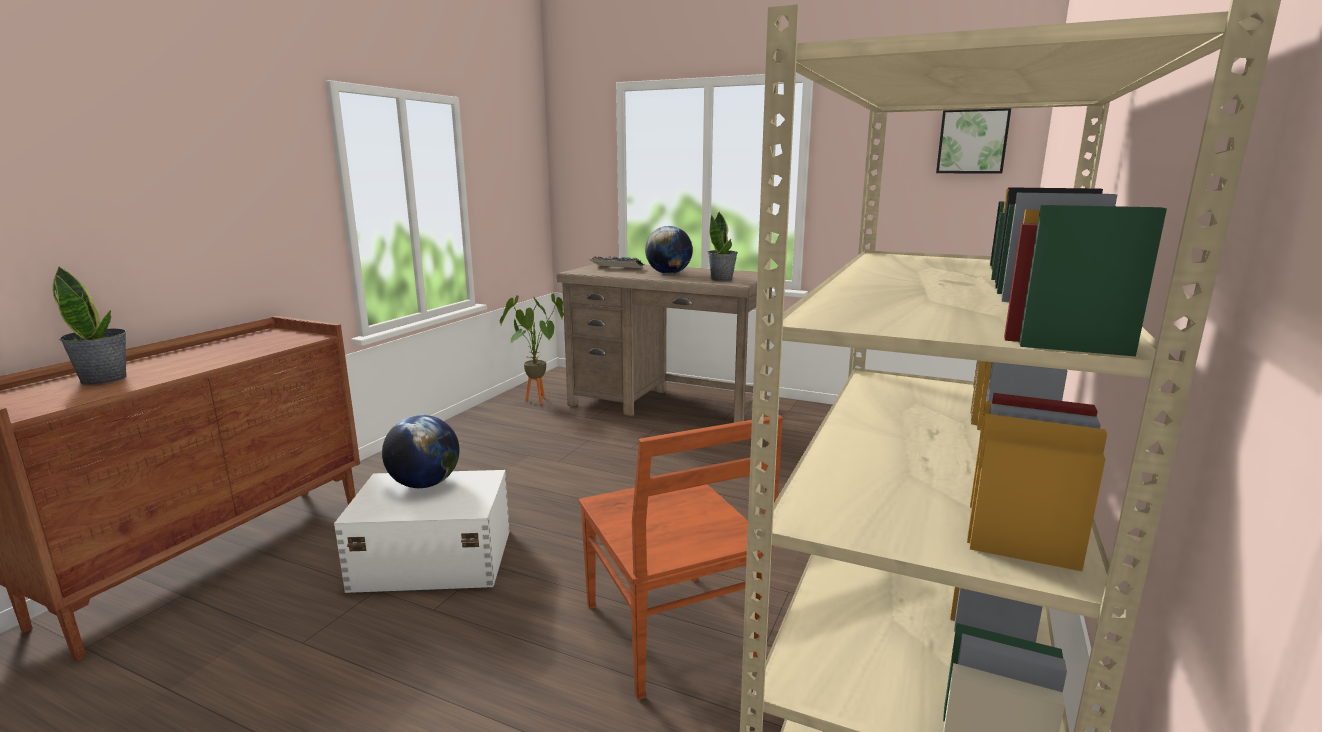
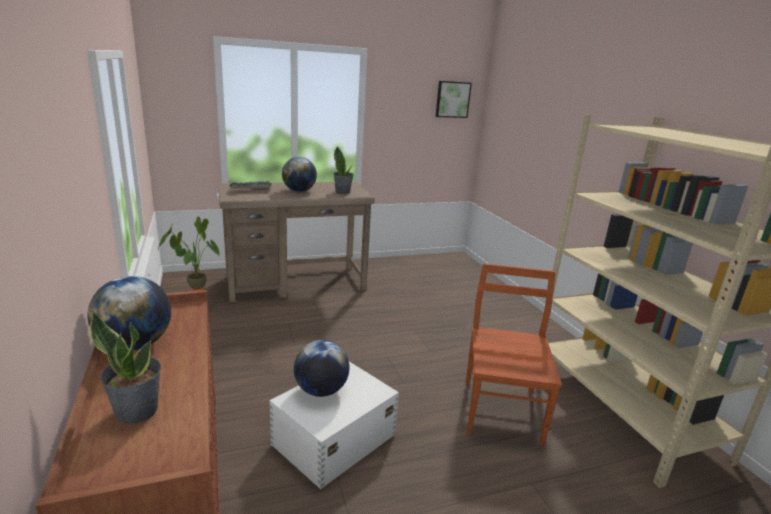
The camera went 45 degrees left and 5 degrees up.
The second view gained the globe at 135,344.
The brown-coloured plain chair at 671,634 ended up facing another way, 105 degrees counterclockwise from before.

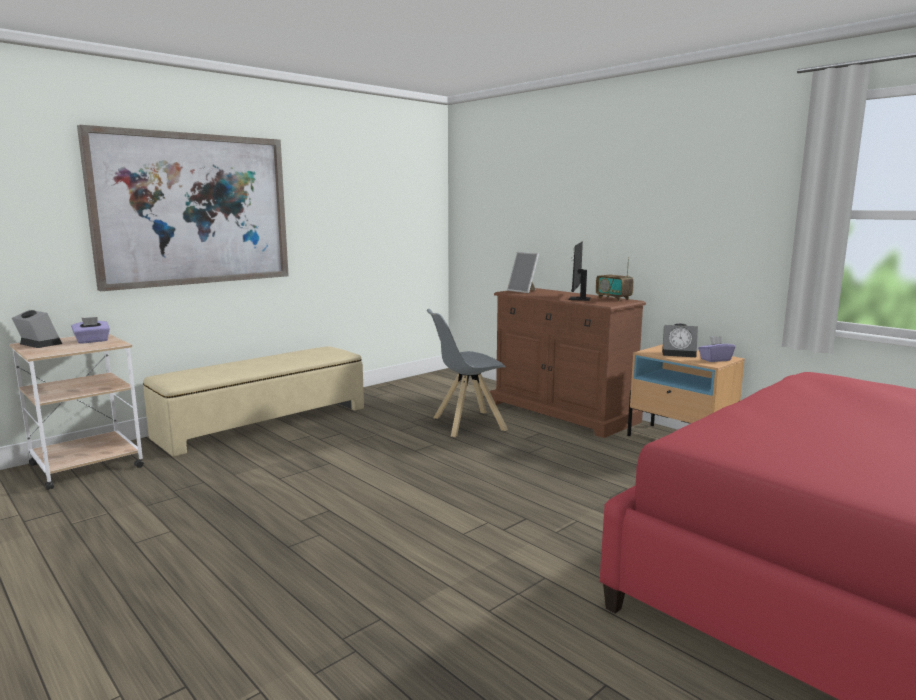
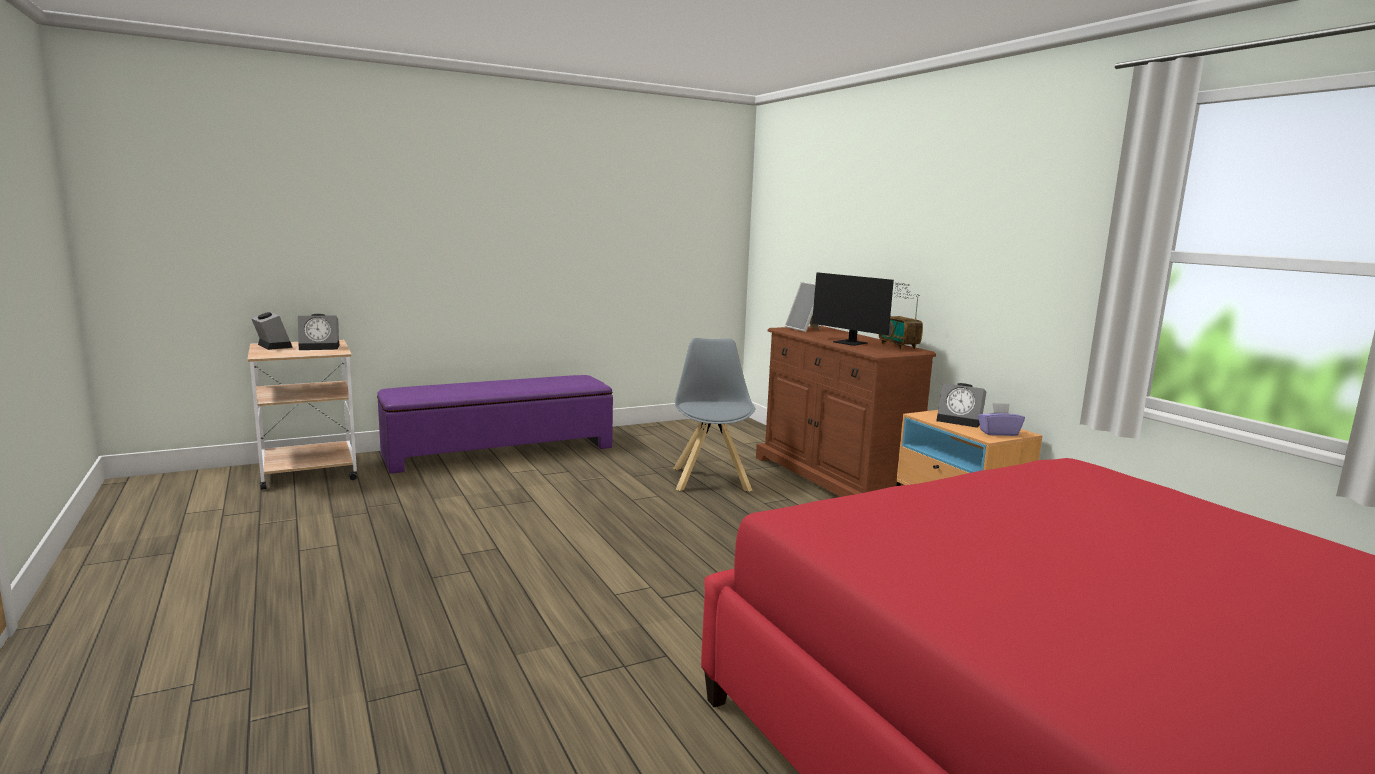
The camera went 15 degrees right and 0 degrees up.
The second view lost the wall picture at 193,209.
Where the purple-coloured tissue holder stood at 92,341, the bedside clock came to stand at 321,347.
What was the sand-coloured indoor bench at 264,422 turned into the purple-coloured indoor bench at 500,450.
The grey plain chair at 466,424 ended up facing another way, 90 degrees clockwise from before.
The computer display at 578,299 ended up facing another way, 75 degrees counterclockwise from before.

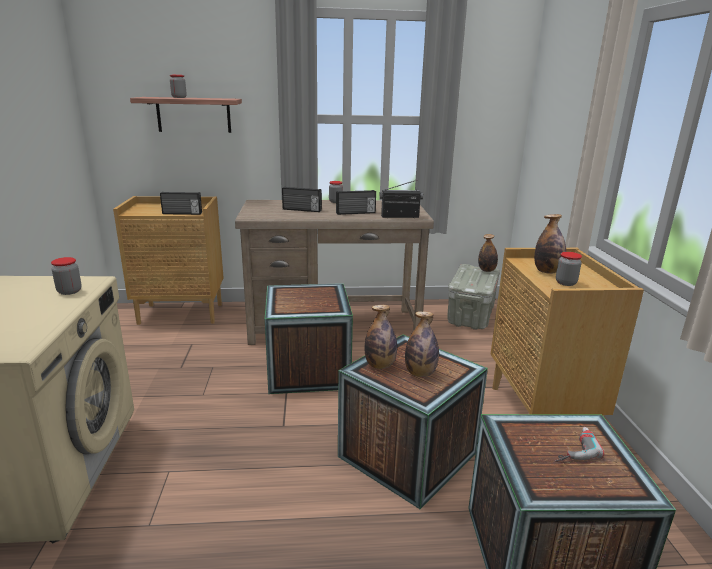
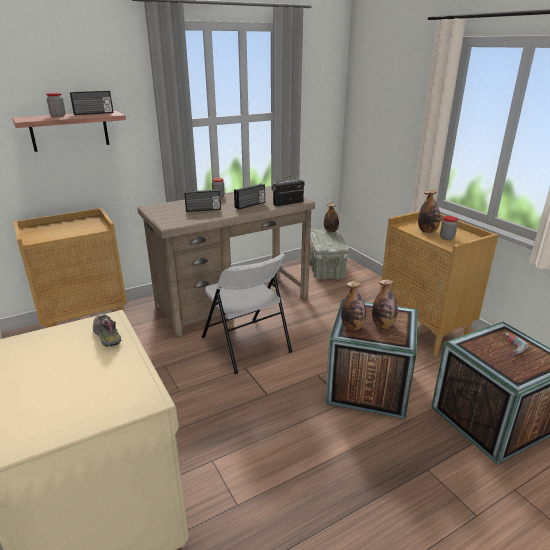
The camera went 25 degrees left and 5 degrees up.
The radio receiver ended up elsewhere, having gone from 182,213 to 93,113.
Where the preserve jar stood at 69,291, the shoe came to stand at 106,334.
Where the crate stood at 308,370, the whitish plain chair came to stand at 245,344.

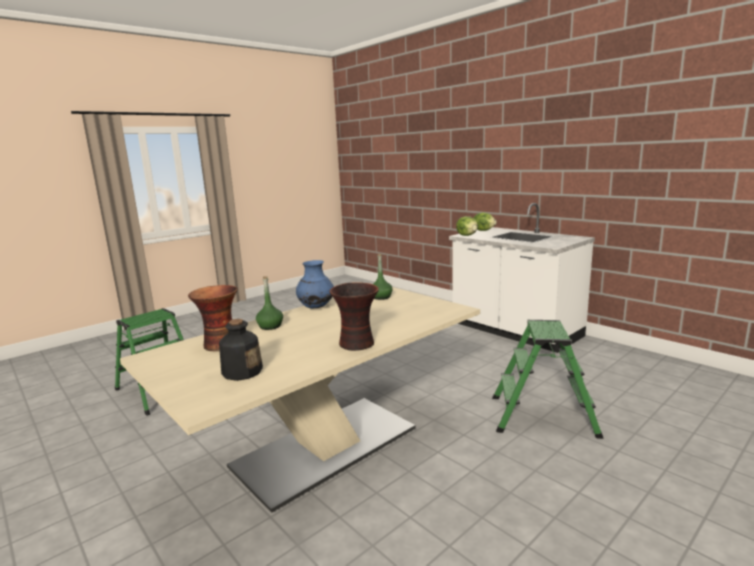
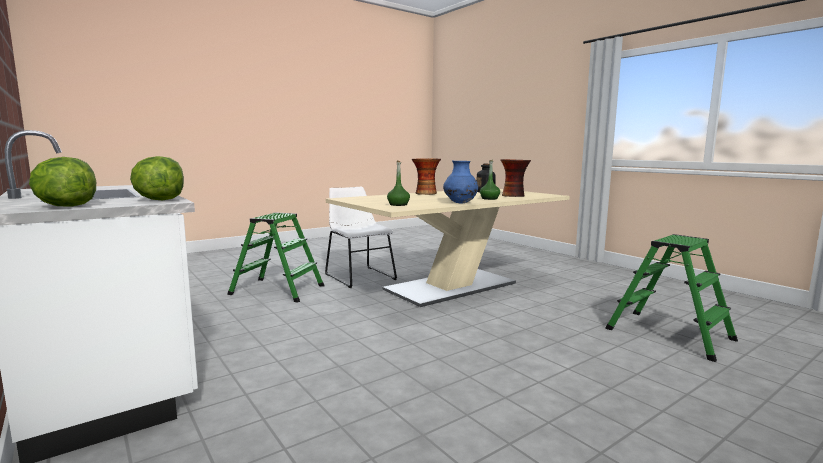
The camera went 175 degrees left and 5 degrees down.
The second view gained the whitish plain chair at 358,276.

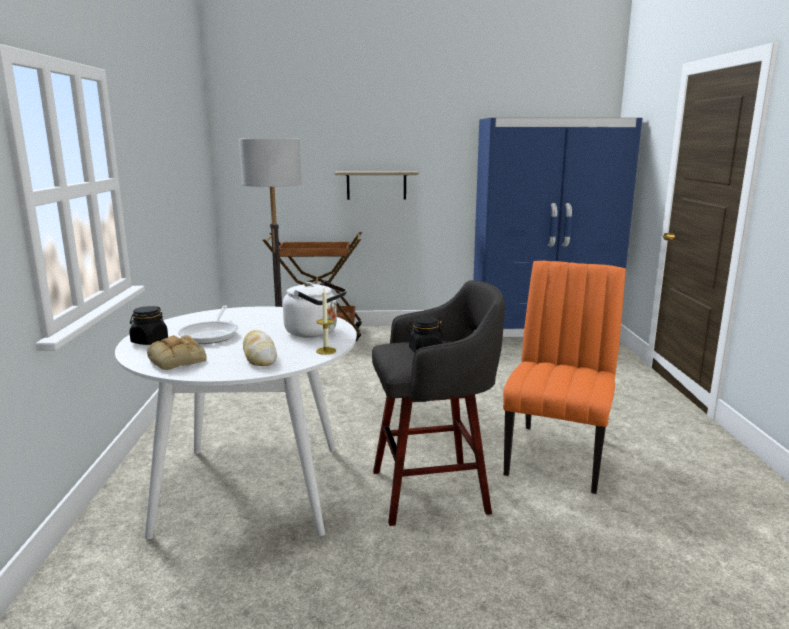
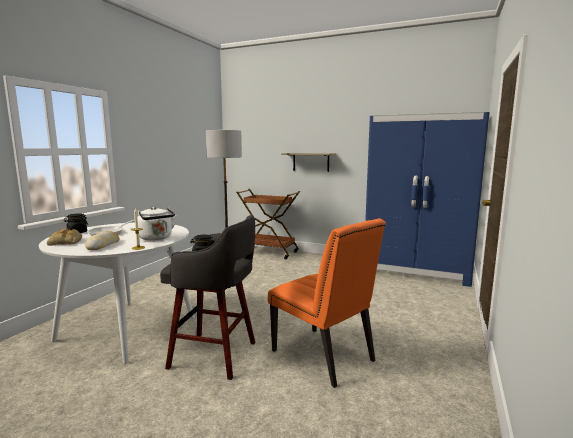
The camera went 25 degrees right and 5 degrees down.
The orange plain chair at 557,457 ended up facing another way, 90 degrees clockwise from before.

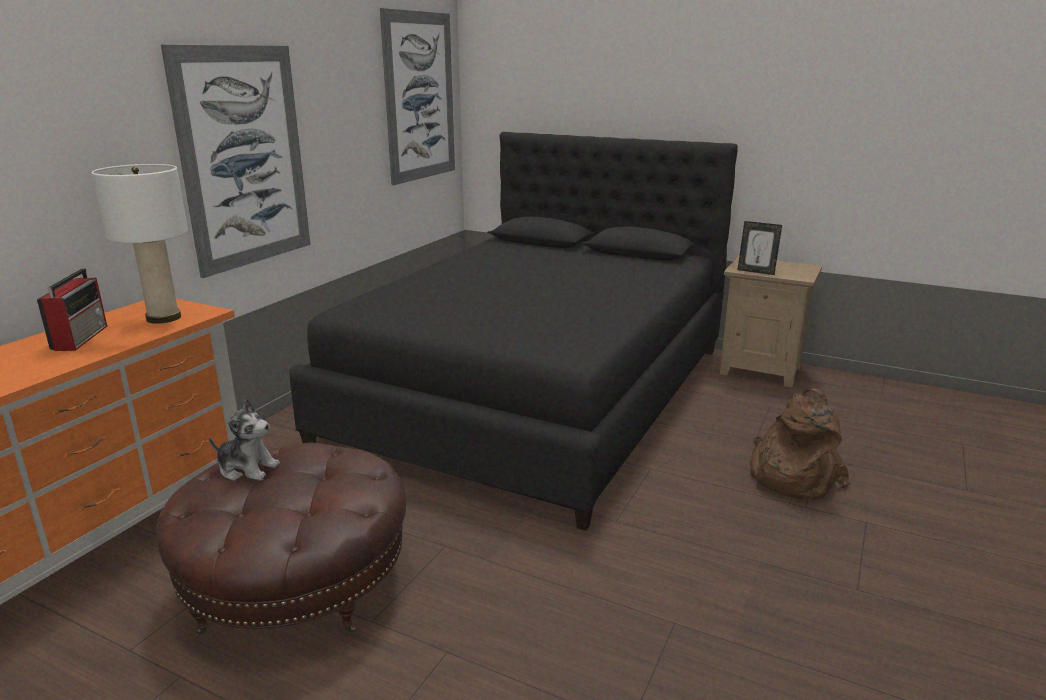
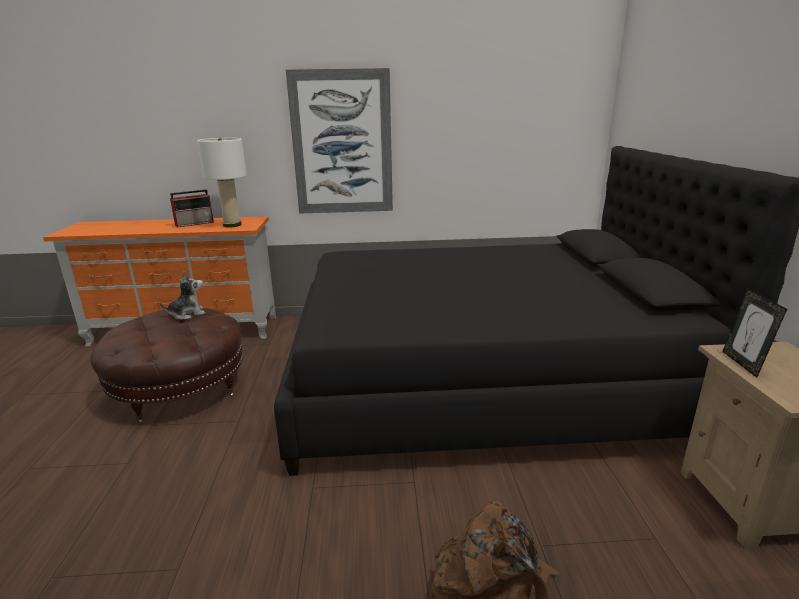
The camera went 60 degrees right and 0 degrees up.
The second view lost the wall picture at 419,97.
The plush toy at 247,468 ended up facing another way, 105 degrees counterclockwise from before.

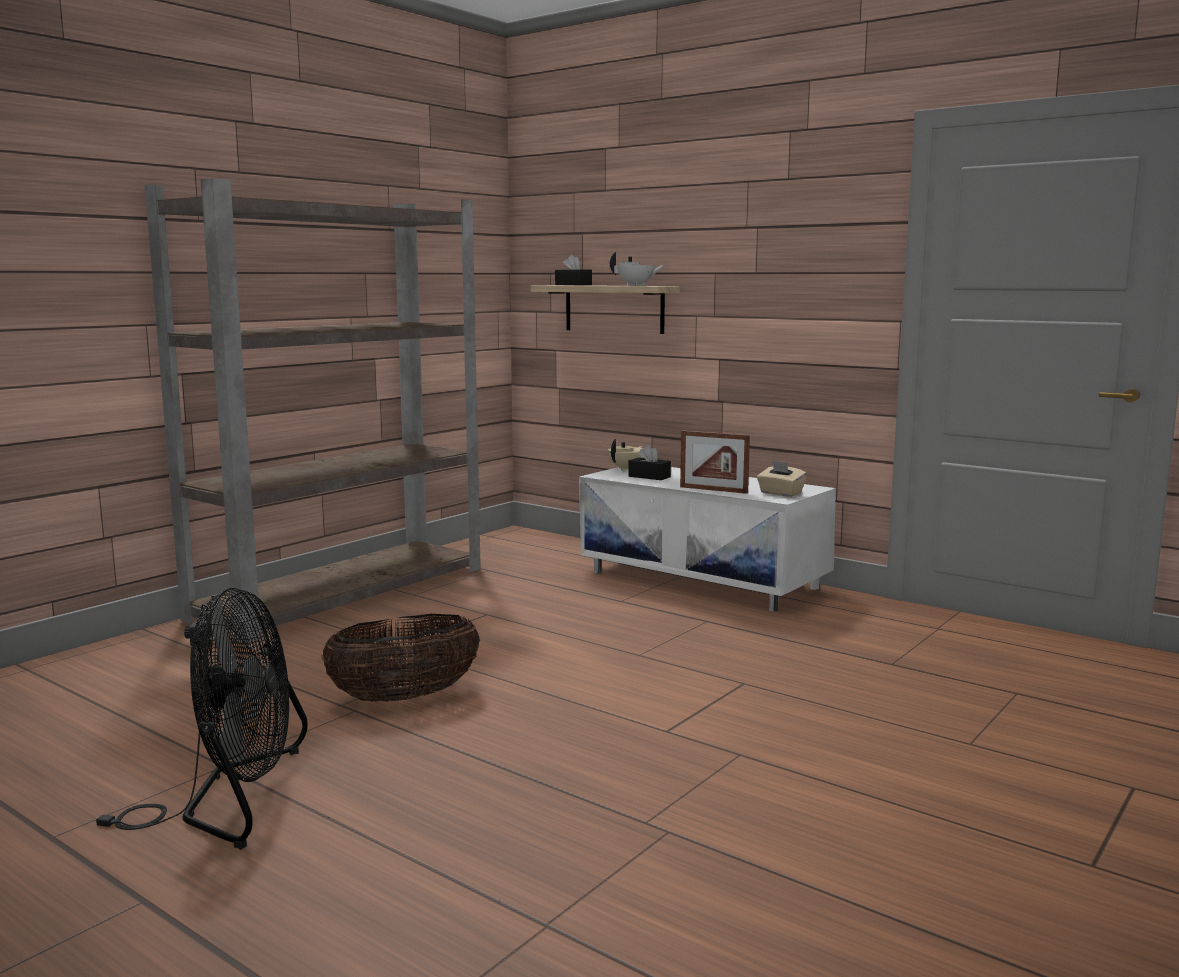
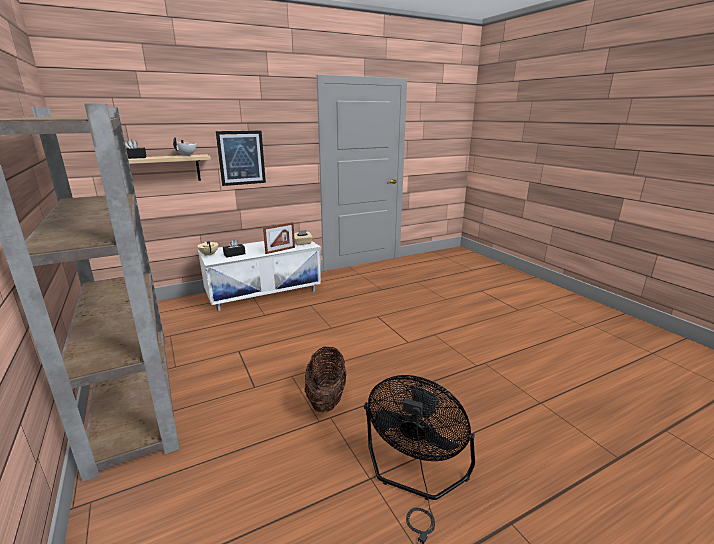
The camera went 65 degrees left and 10 degrees up.
The second view gained the wall picture at 241,158.

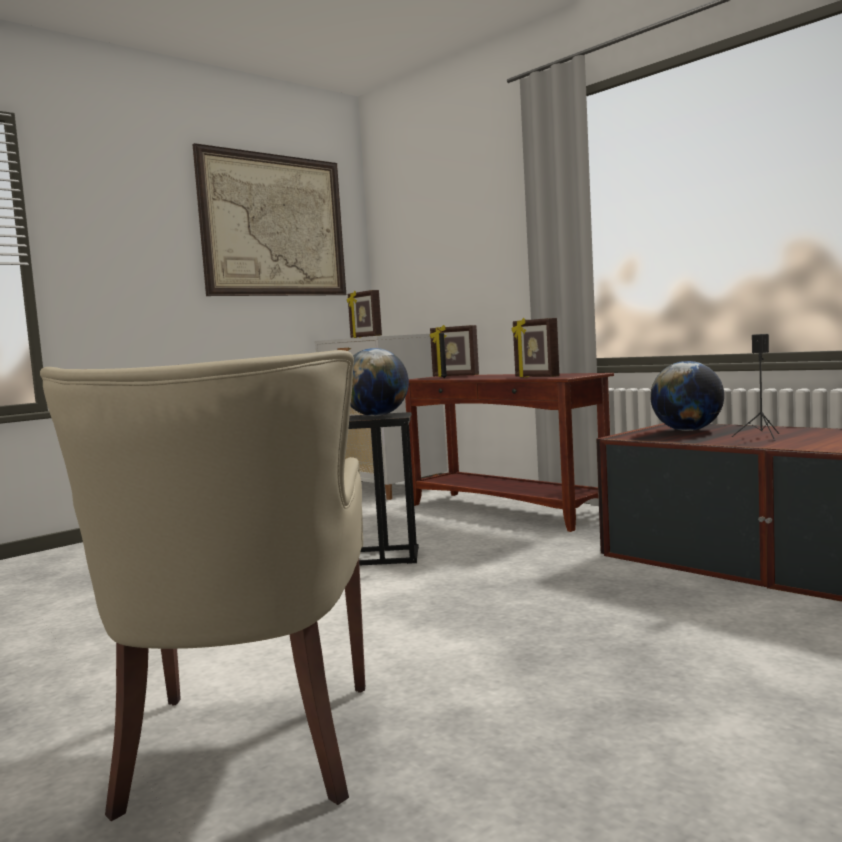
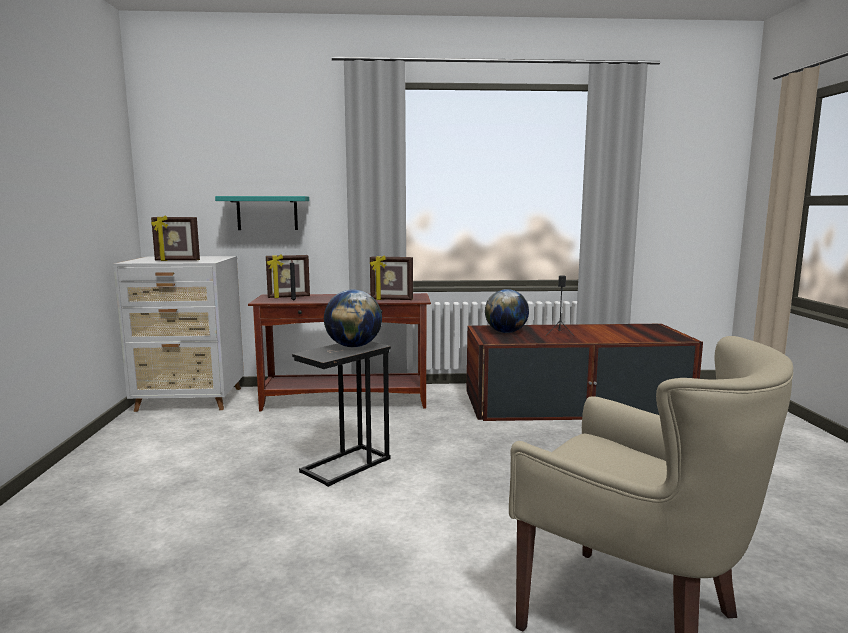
The camera went 50 degrees left and 5 degrees up.
The second view lost the wall picture at 274,225.
The second view gained the turquoise bracket shelf at 267,213.

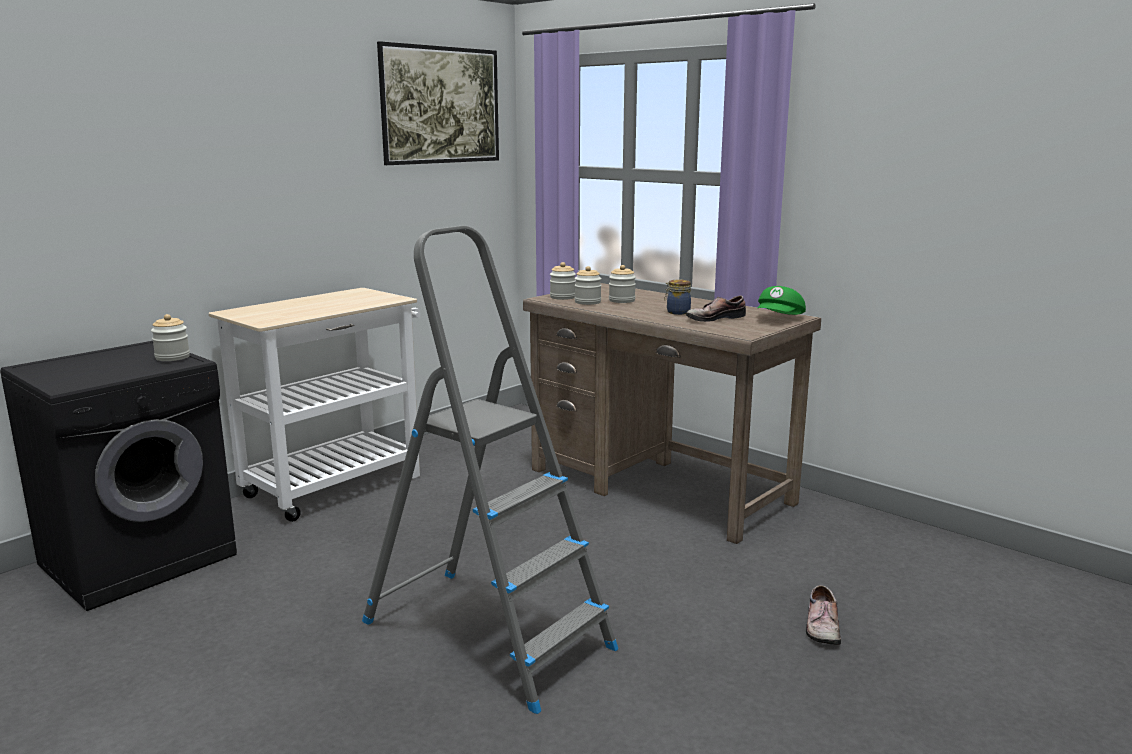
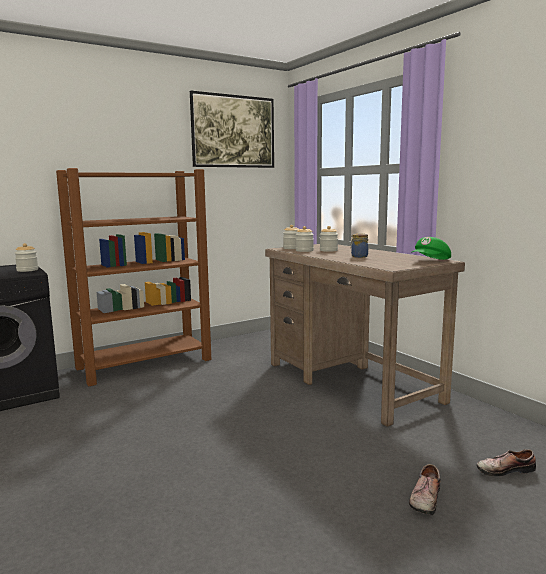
The camera went 15 degrees right and 5 degrees down.
The second view lost the grey step stool at 488,635.
The shoe ended up elsewhere, having gone from 714,318 to 504,469.
Where the whitish cart stood at 335,486, the brown-coloured bookcase came to stand at 144,364.

